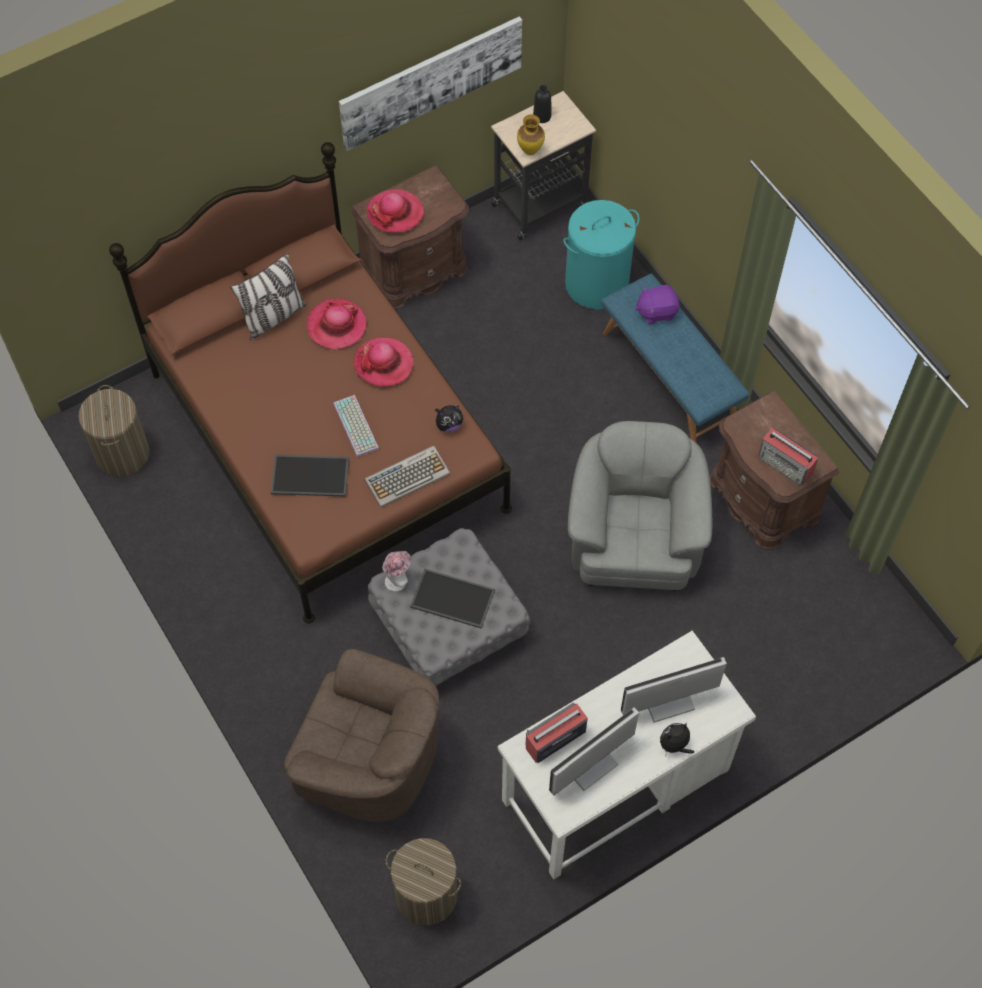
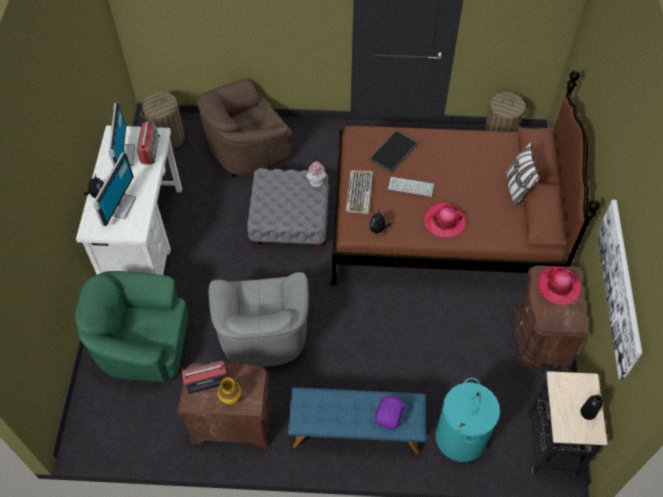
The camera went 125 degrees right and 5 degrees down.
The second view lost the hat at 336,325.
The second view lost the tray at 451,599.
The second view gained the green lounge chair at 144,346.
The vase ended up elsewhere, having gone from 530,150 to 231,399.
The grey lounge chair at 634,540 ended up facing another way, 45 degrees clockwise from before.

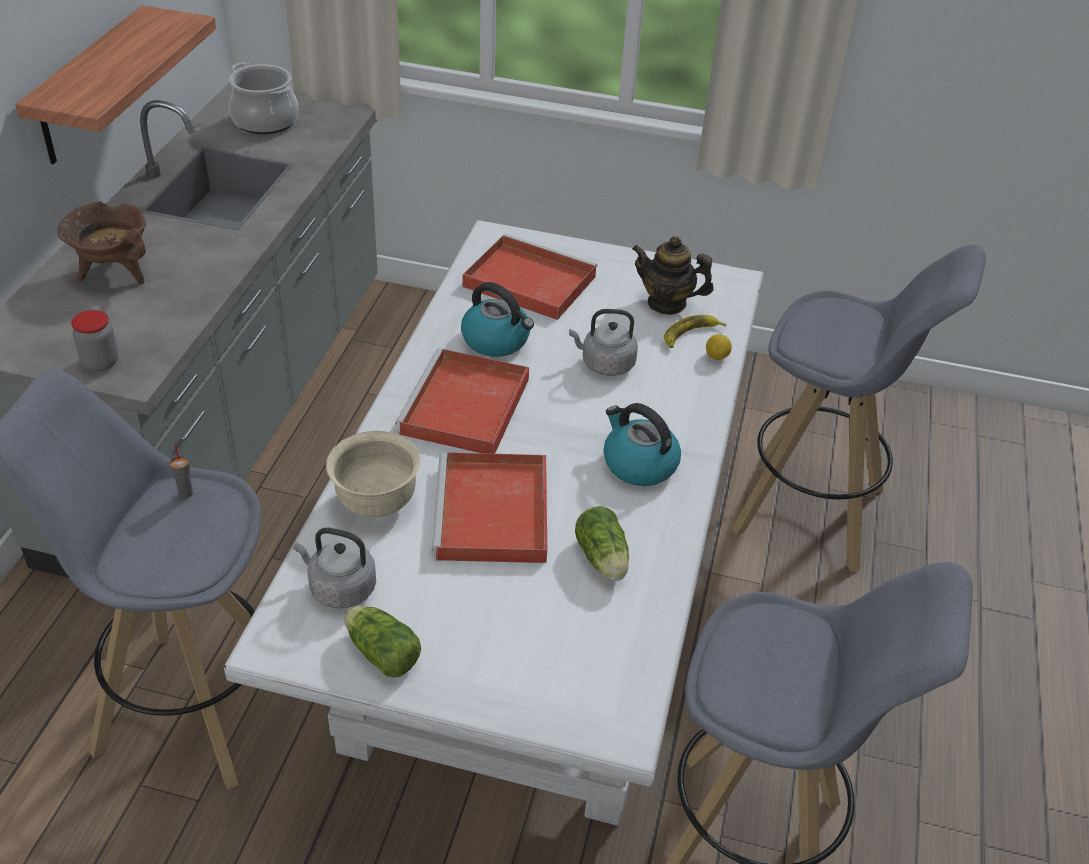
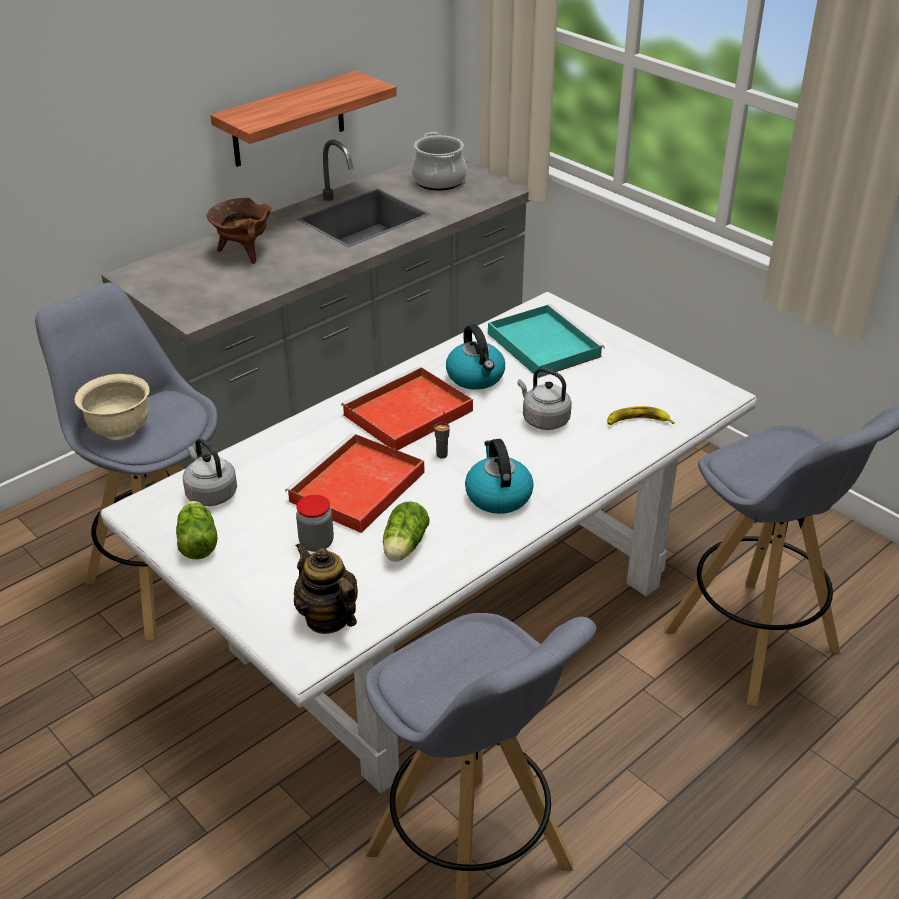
The camera went 35 degrees right and 5 degrees down.
The second view lost the whole lemon at 716,357.
The preserve jar ended up elsewhere, having gone from 100,362 to 316,543.
The grey small cup ended up elsewhere, having gone from 186,493 to 442,455.
The sand-coloured serving bowl ended up elsewhere, having gone from 376,502 to 119,429.
The teapot ended up elsewhere, having gone from 667,303 to 327,618.
What was the red tray at 527,281 turned into the turquoise tray at 542,344.

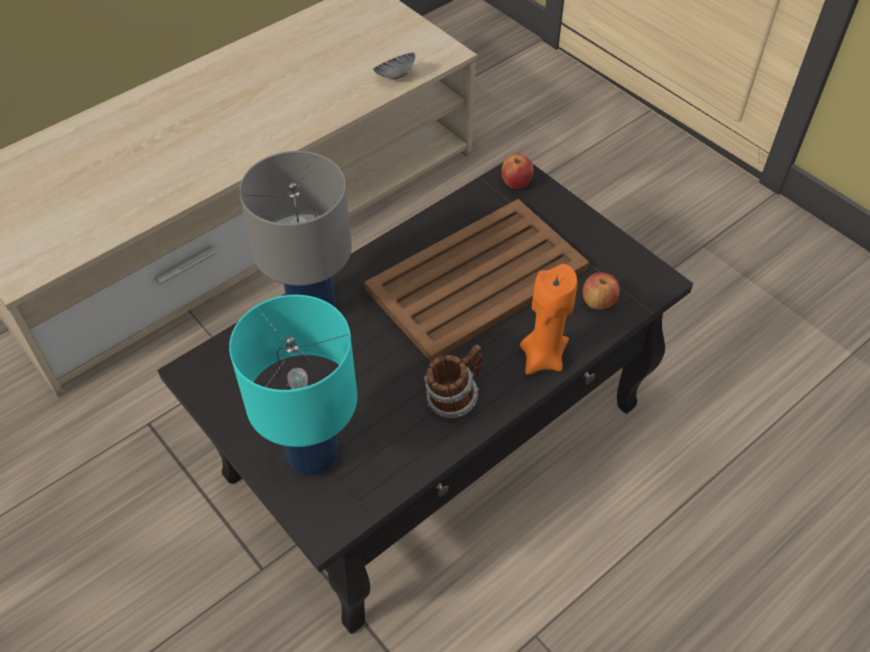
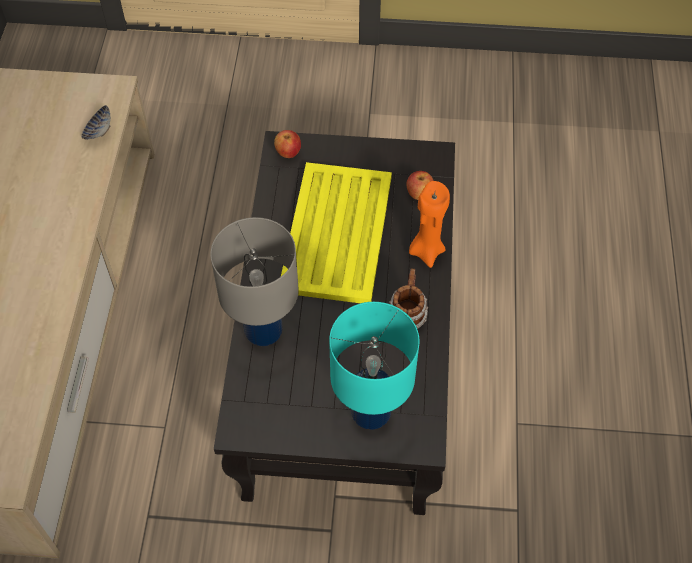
The camera went 45 degrees left and 5 degrees up.
What was the brown-coloured tray at 475,279 turned into the yellow-coloured tray at 336,234.

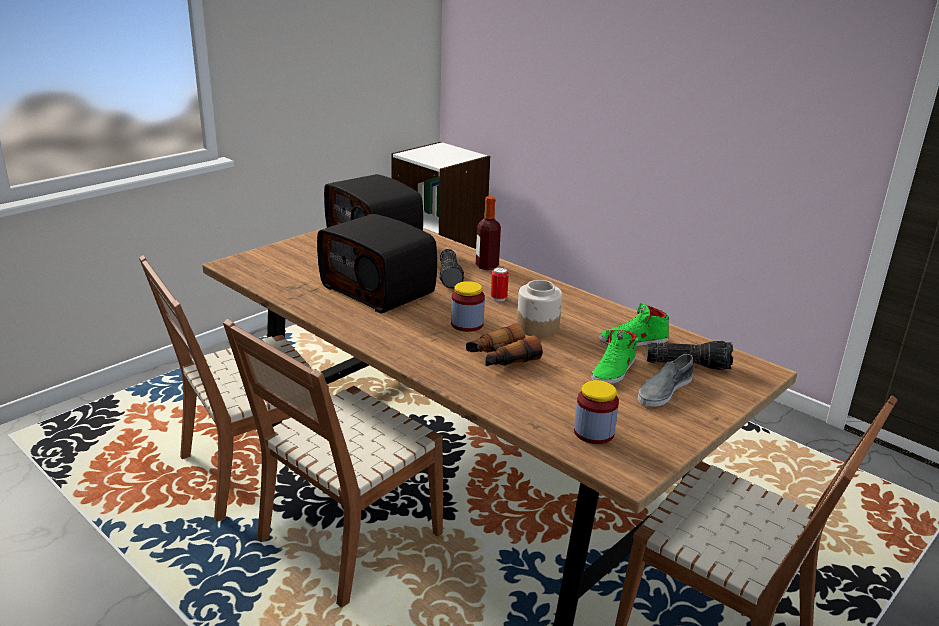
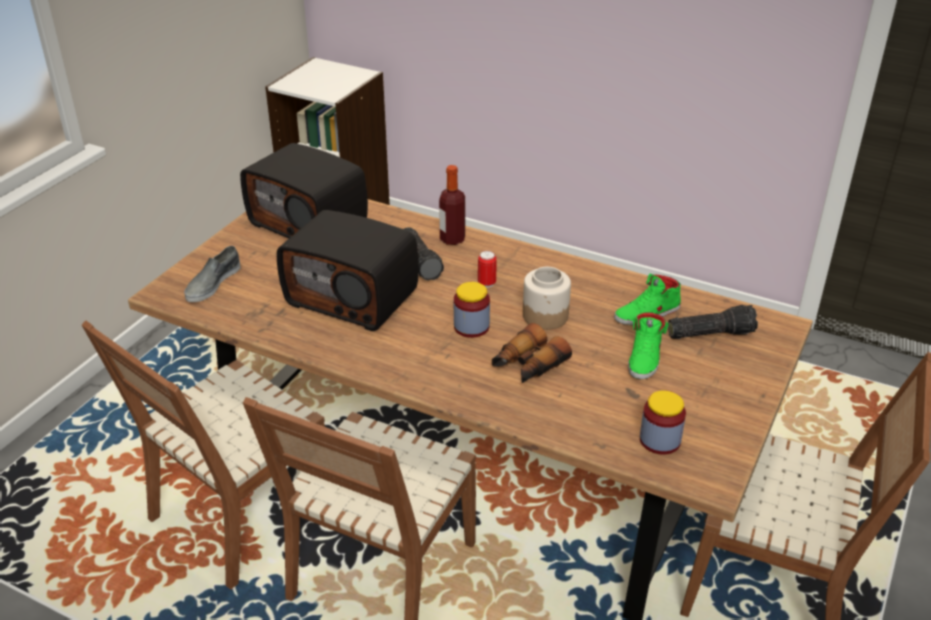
The camera went 15 degrees left and 10 degrees up.
The grey shoe ended up elsewhere, having gone from 664,390 to 212,283.

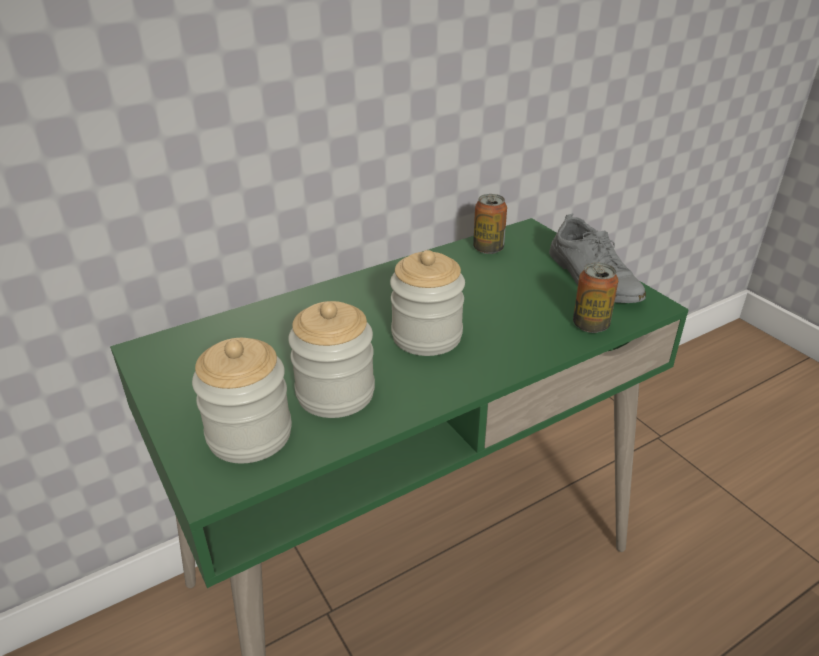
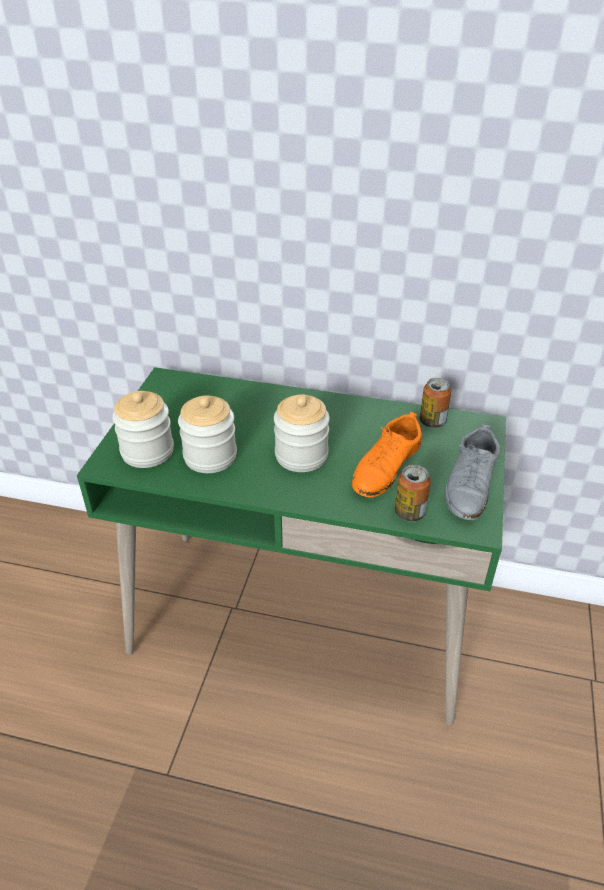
The camera went 45 degrees right and 5 degrees up.
The second view gained the orange shoe at 386,467.

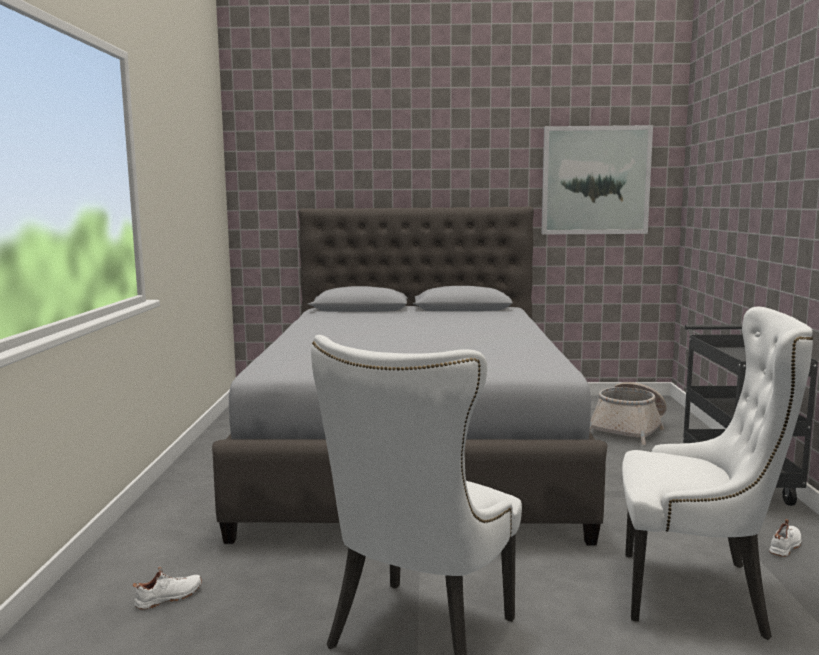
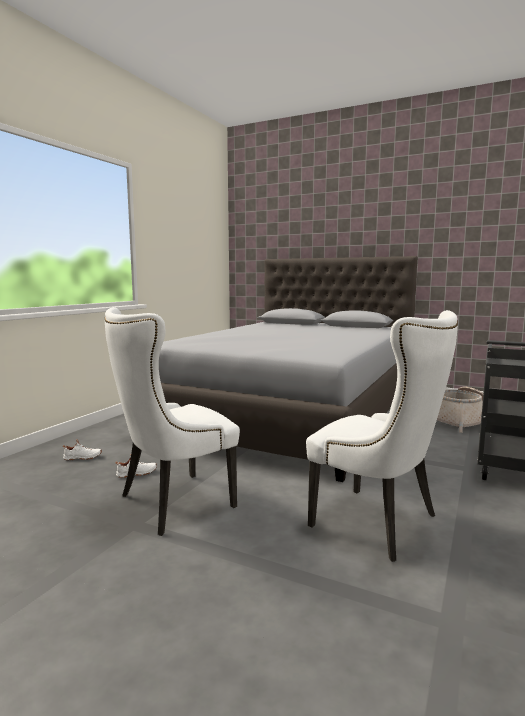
The camera went 25 degrees right and 0 degrees up.
The second view lost the wall picture at 595,180.
The whitish shoe ended up elsewhere, having gone from 786,547 to 137,474.

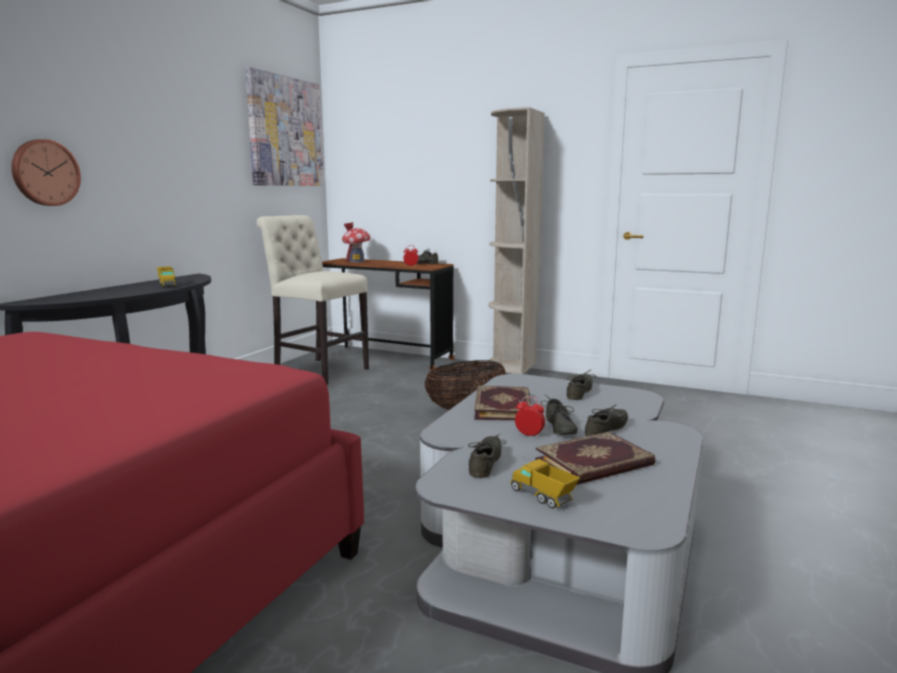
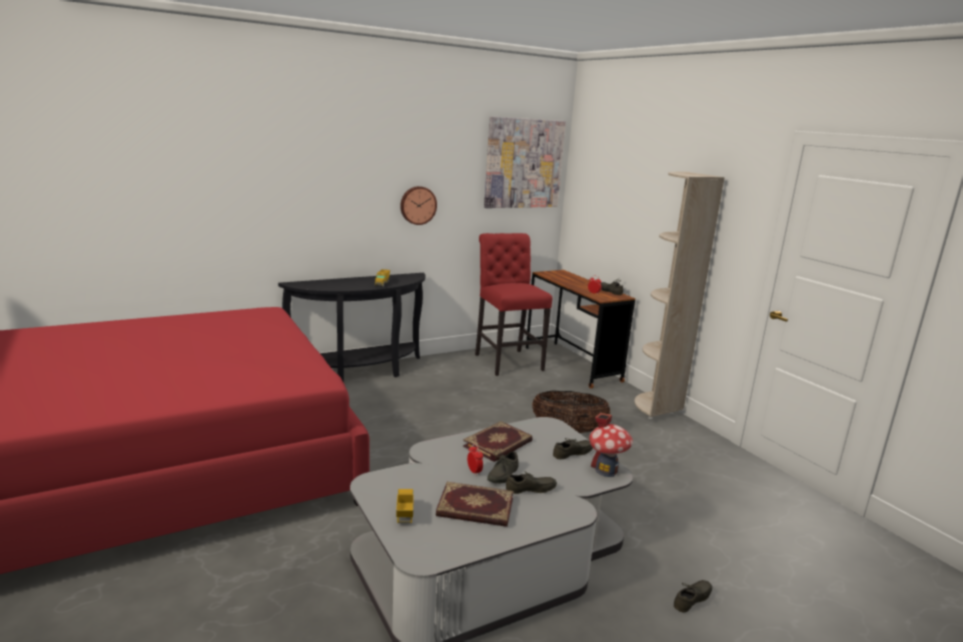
The camera went 35 degrees right and 5 degrees up.
The hanging clock ended up elsewhere, having gone from 45,173 to 417,205.
The toy house ended up elsewhere, having gone from 357,261 to 606,470.
The grey shoe ended up elsewhere, having gone from 488,463 to 693,601.
What was the sand-coloured stool at 318,371 turned into the red stool at 507,361.

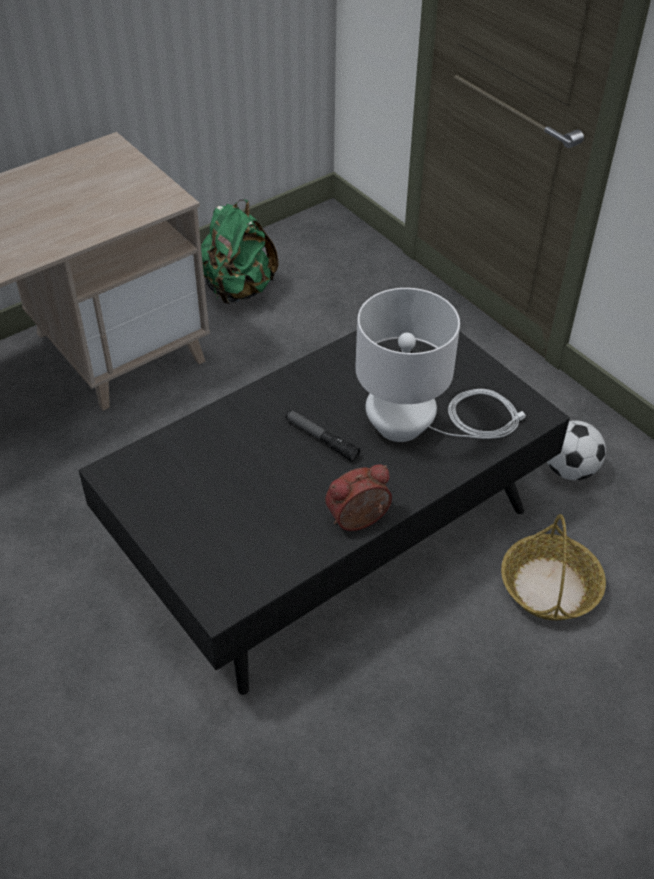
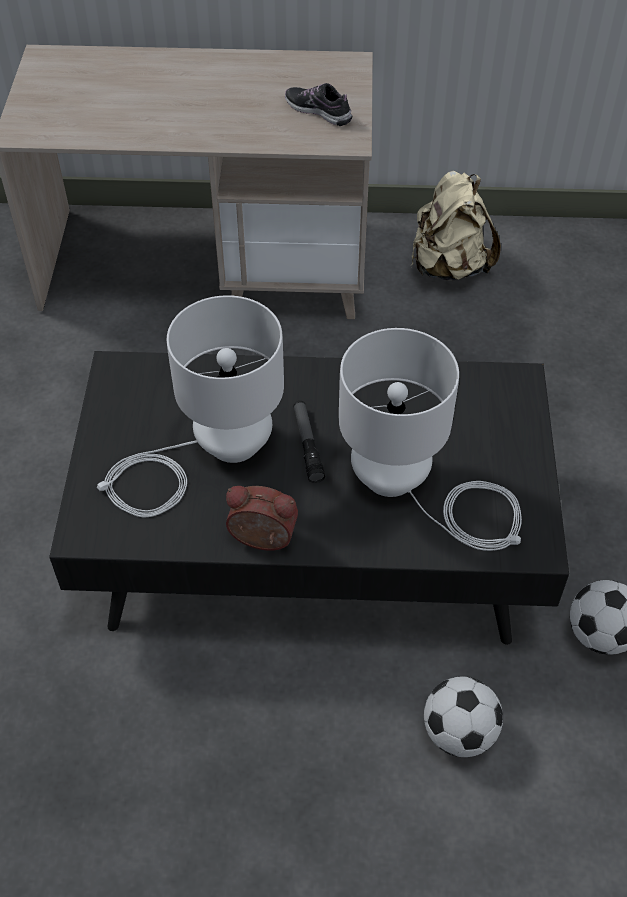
The camera went 40 degrees right and 5 degrees up.
The second view gained the whitish lamp for a table at 200,459.
The second view gained the shoe at 318,111.
Where the household basket stood at 550,588, the football ball came to stand at 459,732.
What was the green rucksack at 238,290 turned into the sand-coloured rucksack at 448,266.

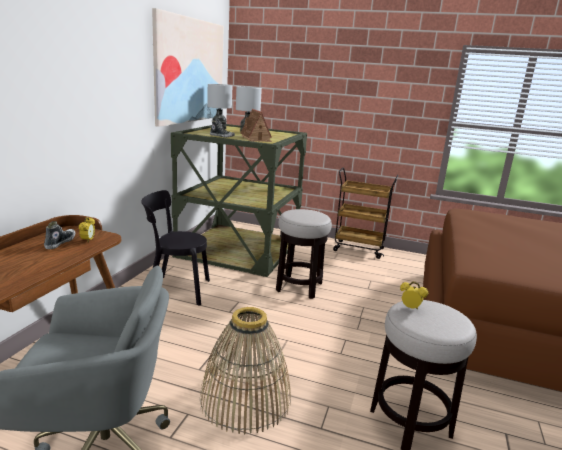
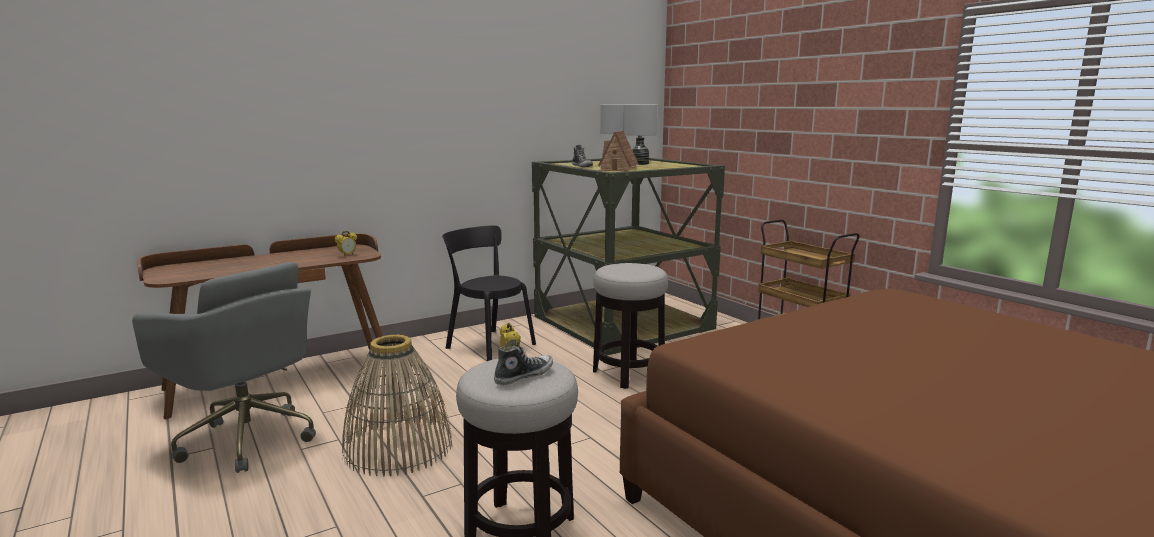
The camera went 40 degrees right and 5 degrees down.
The second view lost the wall picture at 190,71.
The shoe ended up elsewhere, having gone from 60,242 to 523,375.

